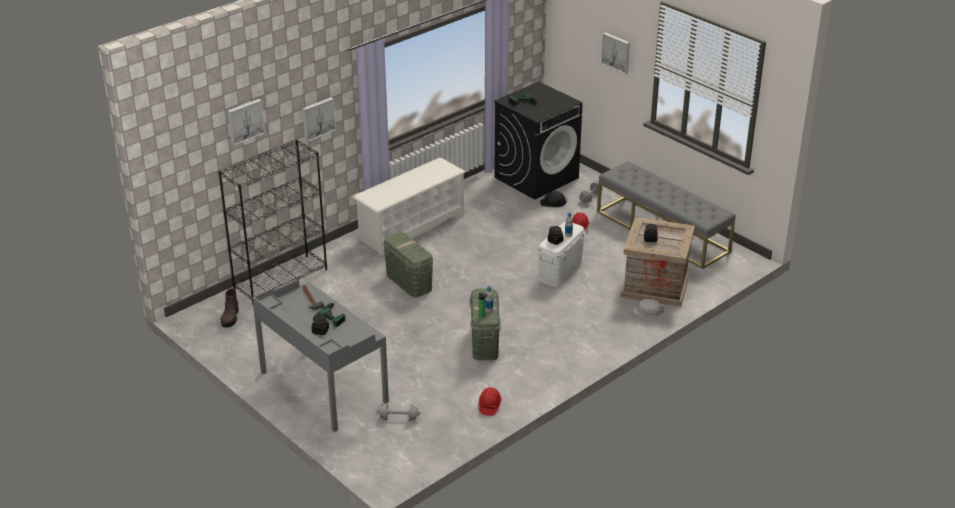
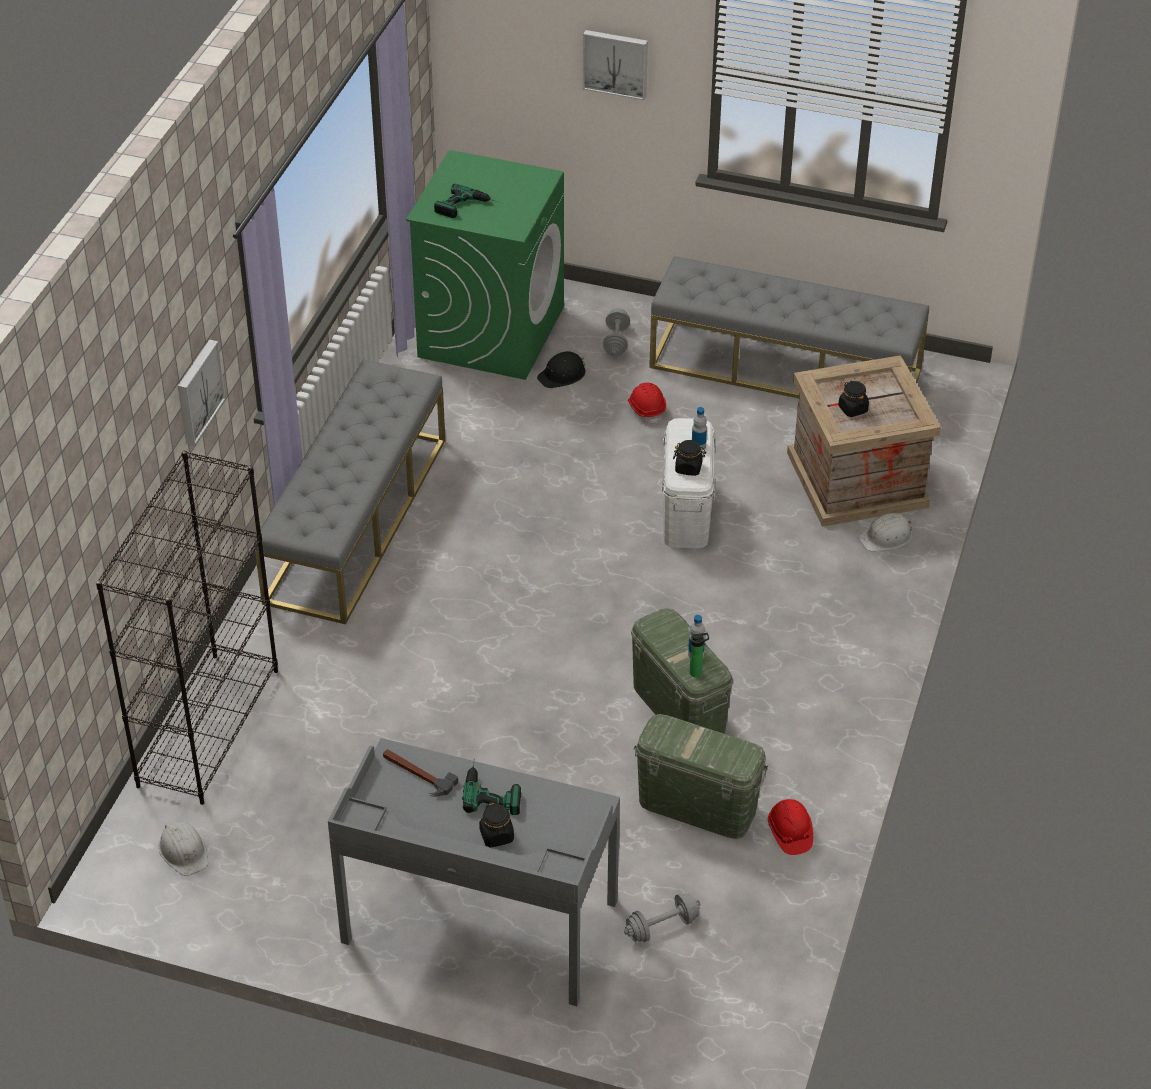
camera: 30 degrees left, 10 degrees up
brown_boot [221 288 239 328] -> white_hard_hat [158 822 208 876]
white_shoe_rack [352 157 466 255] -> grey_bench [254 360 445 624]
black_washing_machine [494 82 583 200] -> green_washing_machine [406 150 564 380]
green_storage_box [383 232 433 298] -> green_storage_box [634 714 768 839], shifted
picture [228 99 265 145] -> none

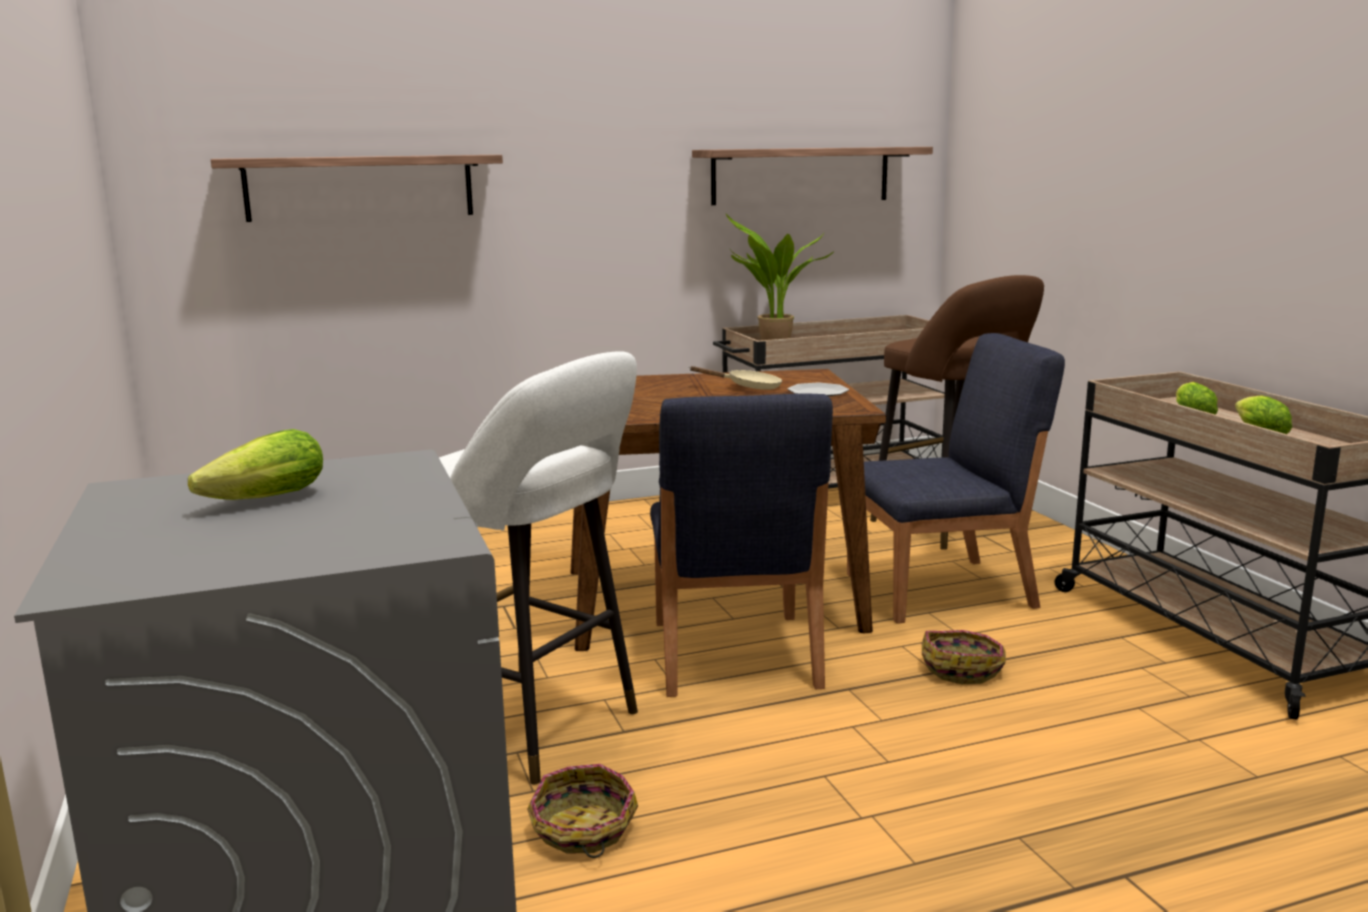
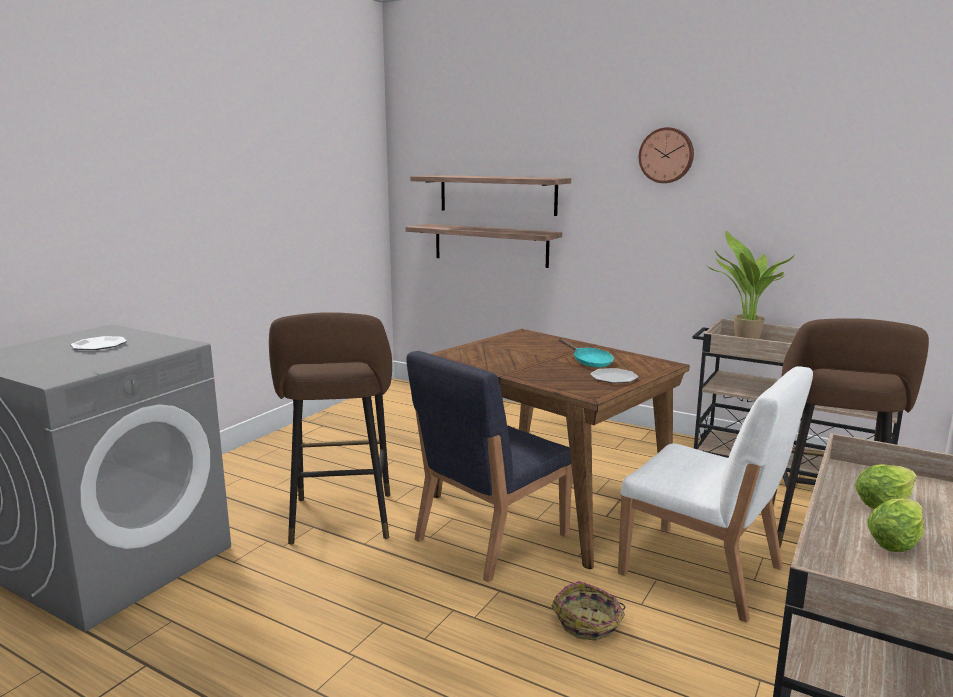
camera: 50 degrees right, 0 degrees up
lettuce [188 429 323 500] -> plate [71 336 127 350]
white_stool [439 351 638 784] -> brown_stool [269 312 392 545]
shelf [692 147 933 205] -> shelf [406 224 562 268], shifted
beige_frying_pan [689 366 782 390] -> turquoise_frying_pan [558 338 614 367]
blue_chair [847 333 1065 624] -> white_chair [618 366 813 623]
none -> wall_clock [639 127 694 183]
basket [527 764 638 858] -> none

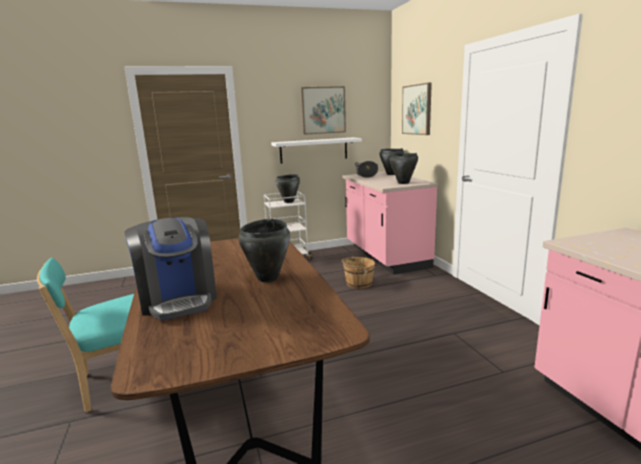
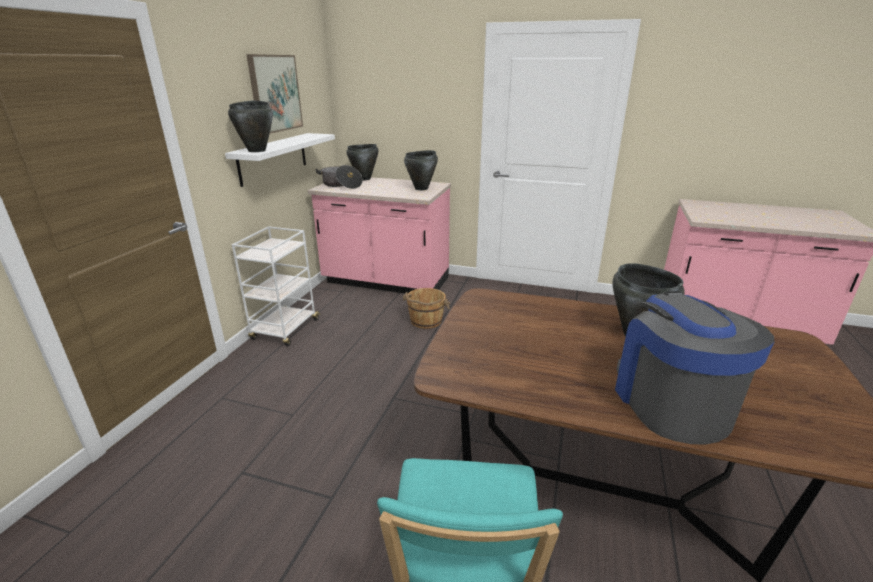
camera: 55 degrees left, 10 degrees up
black_cooking_pot [275 174 300 203] -> black_cooking_pot [228 100 273 152], shifted
coffee_machine [125 217 217 320] -> coffee_machine [615 291 774 445], 105 degrees counterclockwise
picture [402 83 432 135] -> none

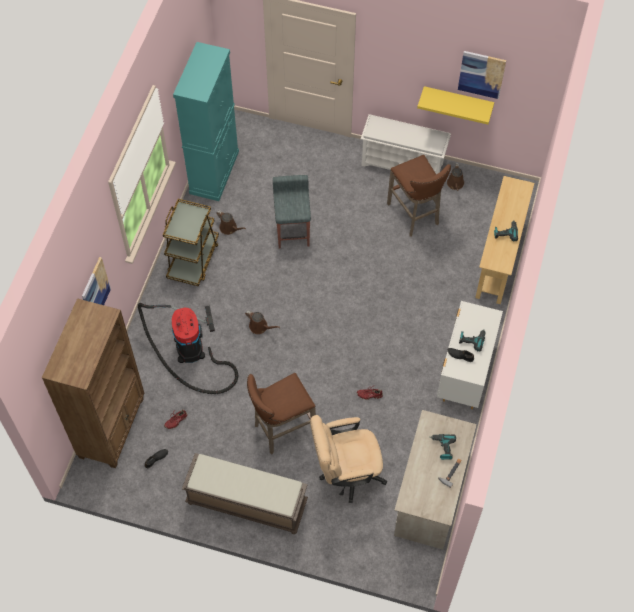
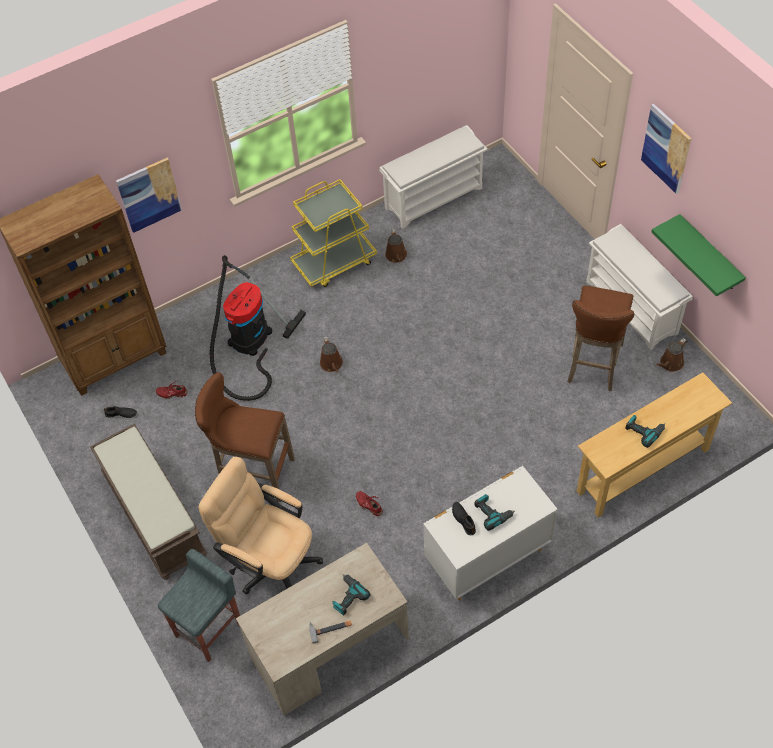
camera: 45 degrees right, 5 degrees down
grey_stool [273 175 311 249] -> grey_stool [158 549 240 662], shifted
brown_cart [163 199 219 286] -> yellow_cart [290 179 377 287]
turquoise_cabinet [173 42 239 201] -> white_shoe_rack [379 125 488 229]
picture [458 51 506 99] -> picture [641 104 691 194], shifted
yellow_shelf [417 86 494 124] -> green_shelf [651 214 746 297]

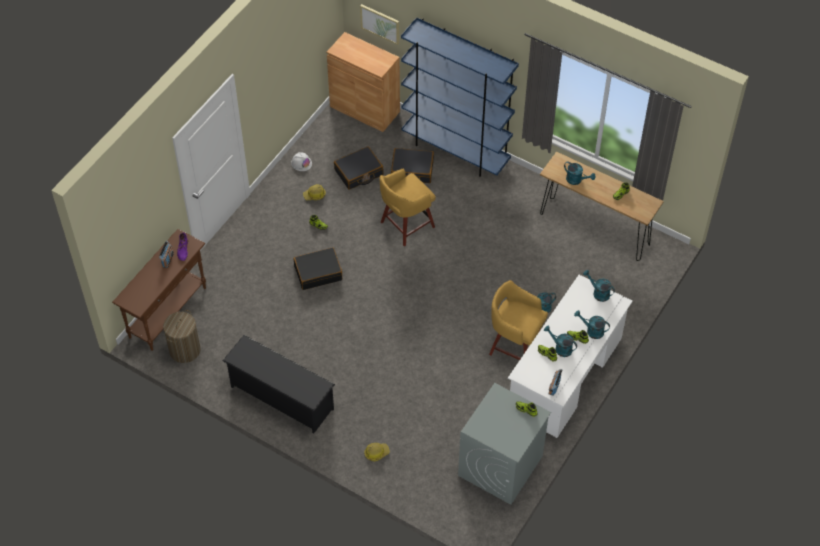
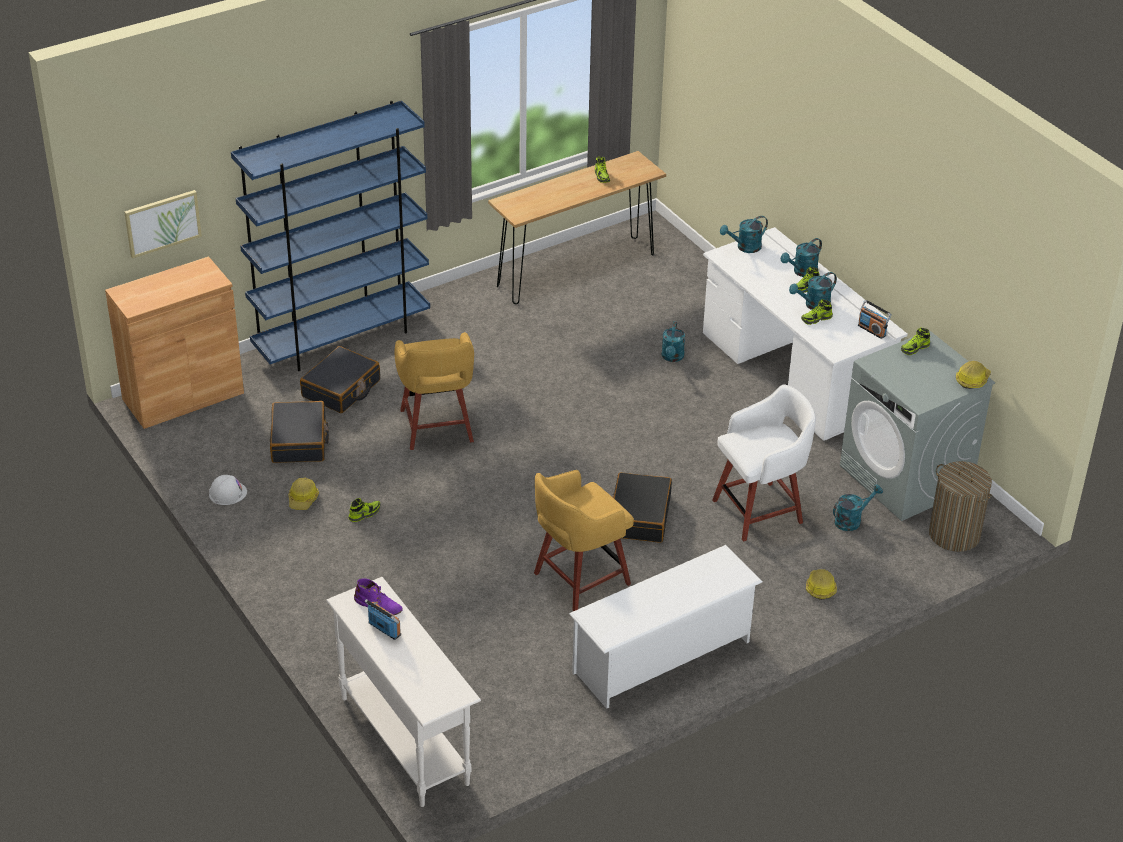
camera: 65 degrees left, 15 degrees down
brown_console_table [112 229 206 351] -> white_console_table [326 577 481 807]
yellow_stool [489 280 548 360] -> yellow_stool [534 470 634 611], shifted
black_shoe_rack [223 335 335 433] -> white_shoe_rack [569 545 763 709]
black_suitcase [293 247 342 290] -> black_suitcase [612 472 672 543], shifted
none -> white_stool [712 384 816 541]
turquoise_watering_can [564 162 596 185] -> turquoise_watering_can [833 484 883 531], shifted
laundry_basket [163 310 201 363] -> laundry_basket [929 461 992 552], shifted
none -> hard_hat [956 361 991 389]

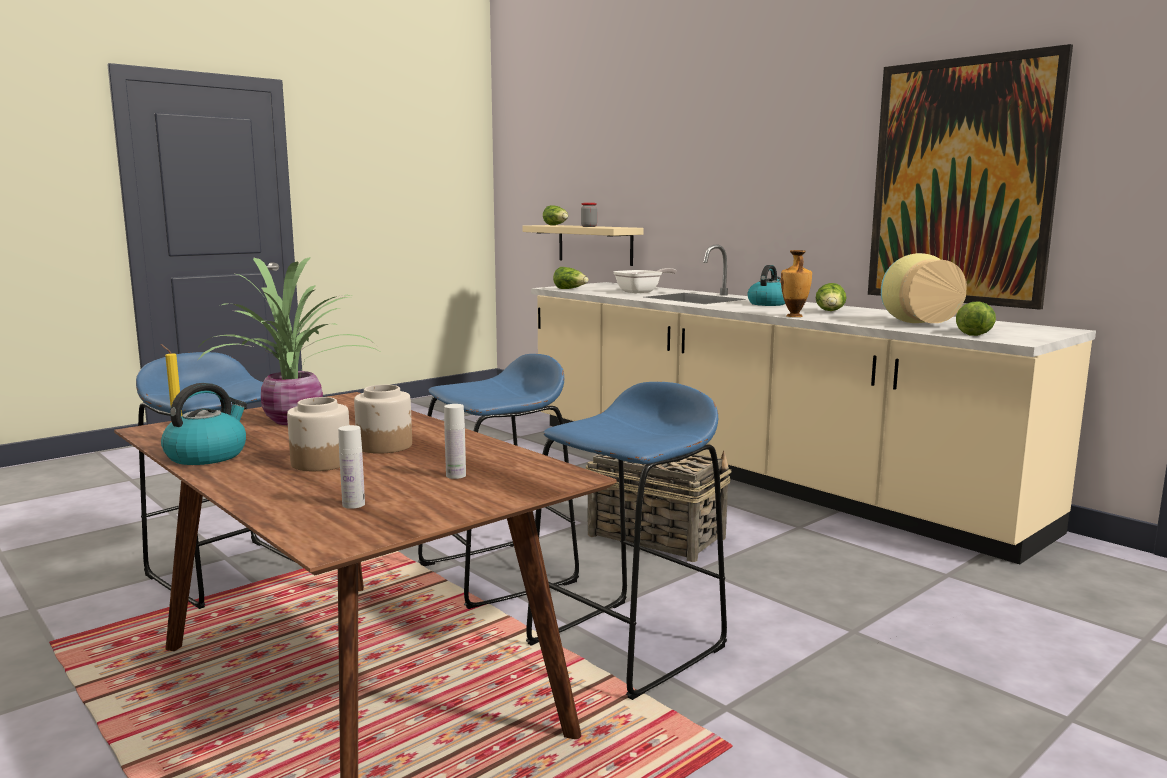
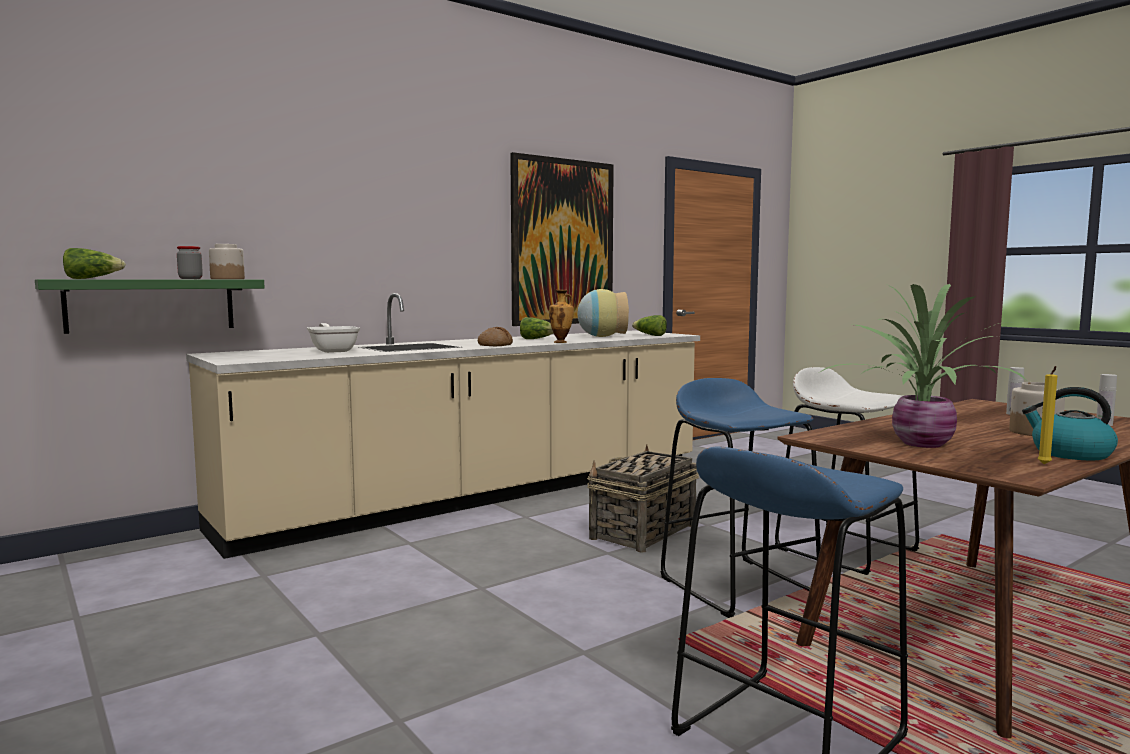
camera: 85 degrees left, 5 degrees down
beige_shelf [522 225 644 266] -> green_shelf [35 279 265 334]
jar [354 385 412 454] -> jar [209 244 245 279], shifted
none -> bread [478 327 513 346]
blue_stool [526 382 727 700] -> white_stool [775 367 919 575]
lettuce [553 267 589 289] -> none
kettle [748 265 785 306] -> none

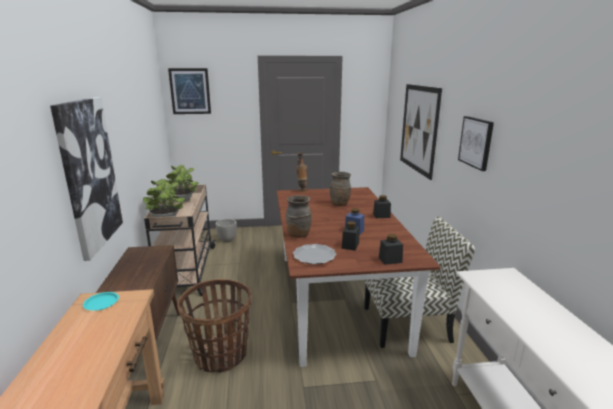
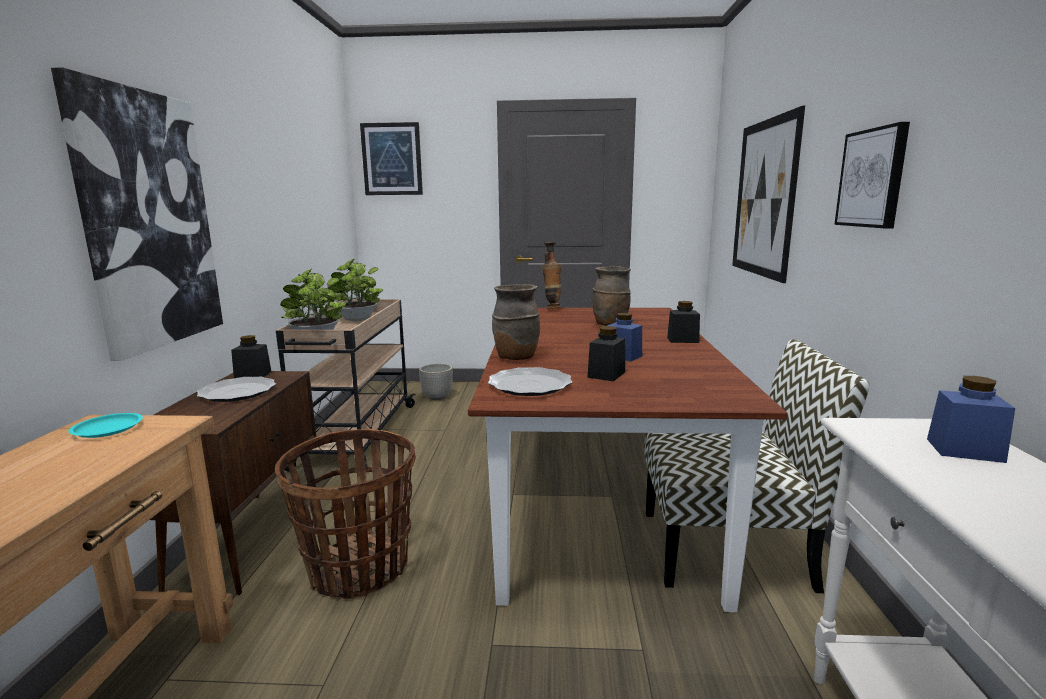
camera: 10 degrees right, 5 degrees down
none -> plate [197 377 276 402]
black_jar [379 234 403 265] -> black_jar [231 335 272 378], shifted
none -> blue_jar [927 376 1015 463]

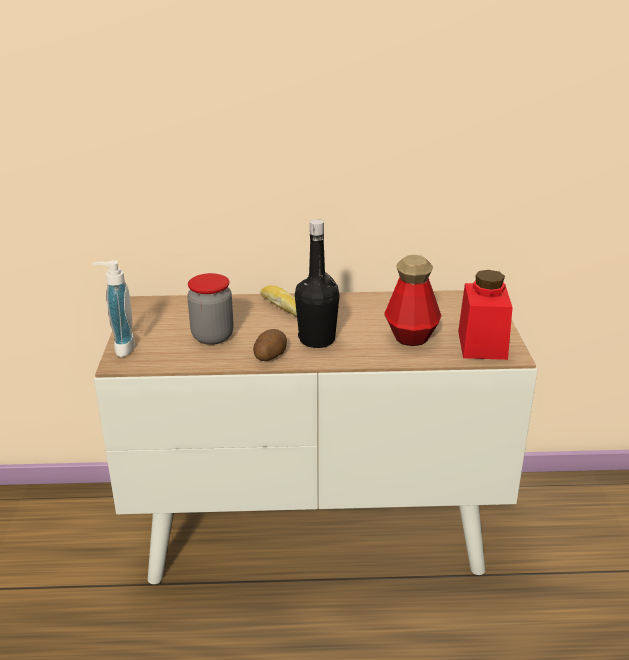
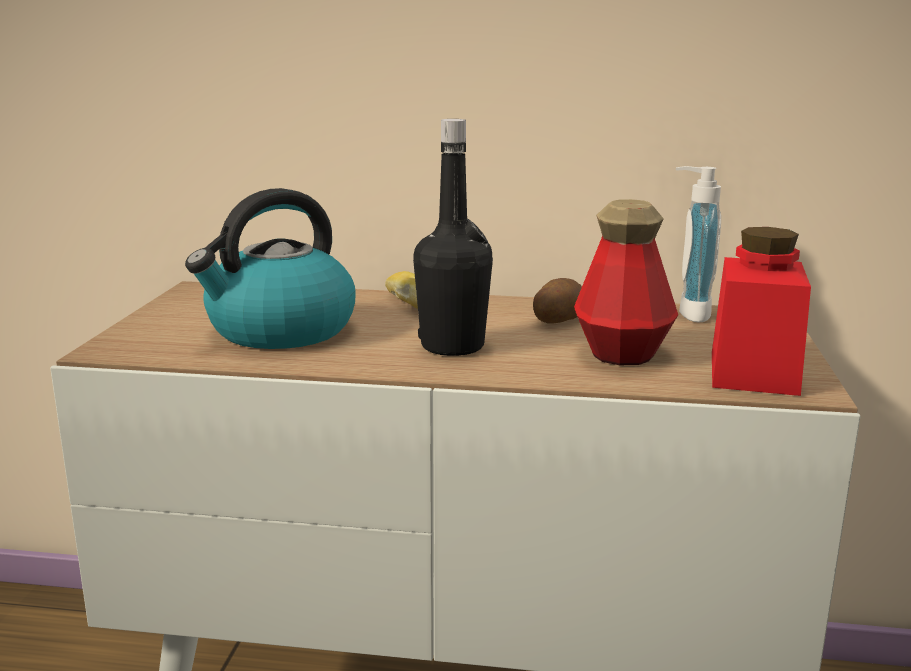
camera: 10 degrees right, 10 degrees down
jar [187 273 234 345] -> kettle [185 188 356 349]
potato [253 329 287 361] -> potato [533 278 582 324], shifted
soap_dispenser [92 260 135 357] -> soap_dispenser [676 166 721 322], shifted

